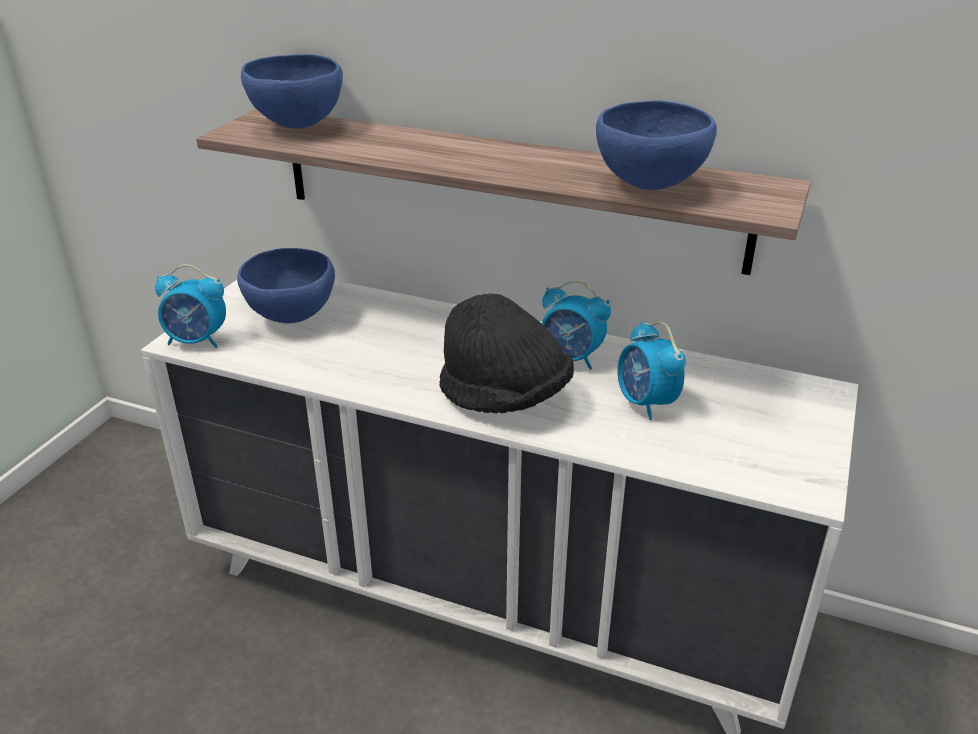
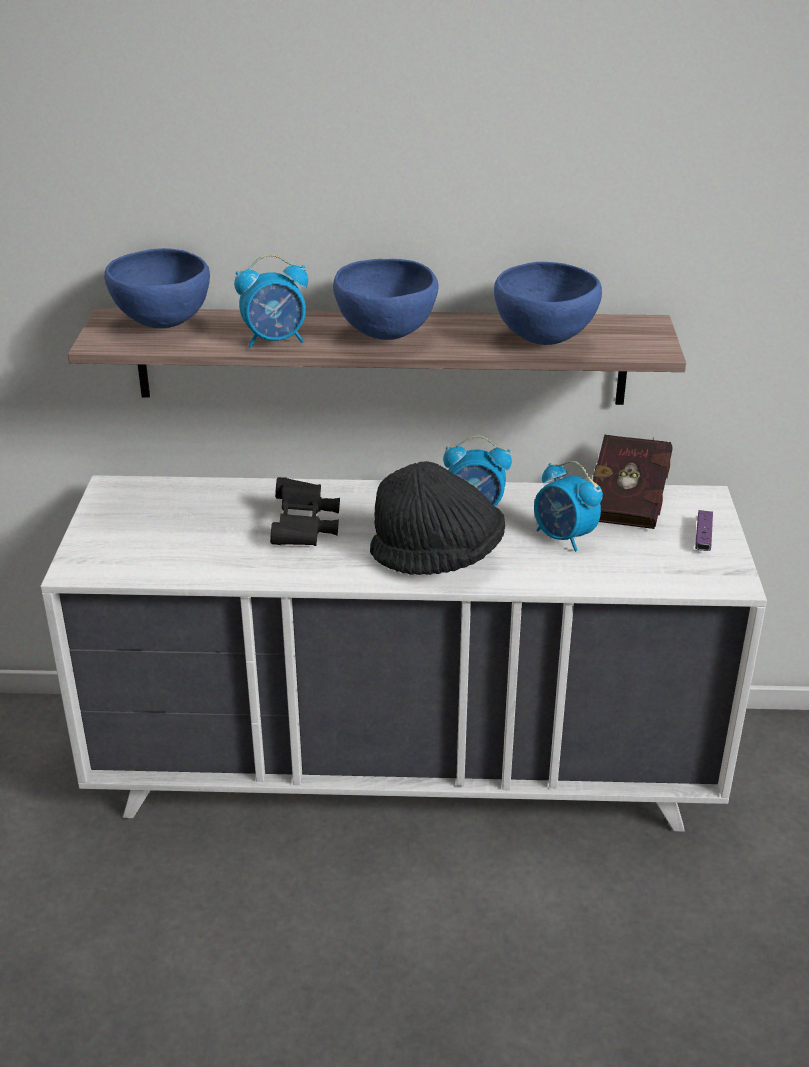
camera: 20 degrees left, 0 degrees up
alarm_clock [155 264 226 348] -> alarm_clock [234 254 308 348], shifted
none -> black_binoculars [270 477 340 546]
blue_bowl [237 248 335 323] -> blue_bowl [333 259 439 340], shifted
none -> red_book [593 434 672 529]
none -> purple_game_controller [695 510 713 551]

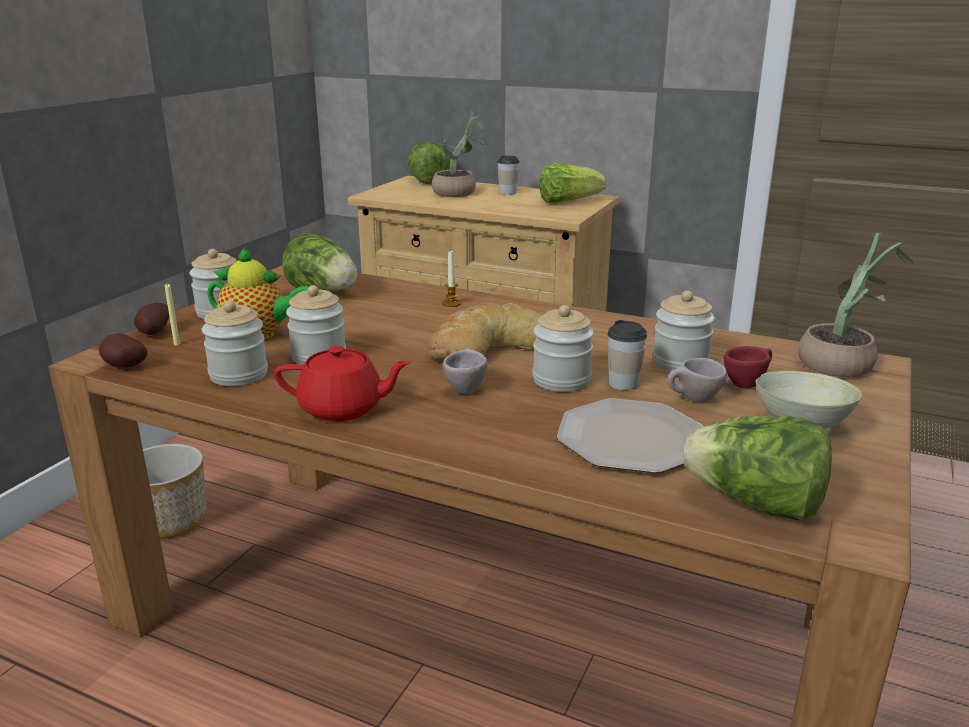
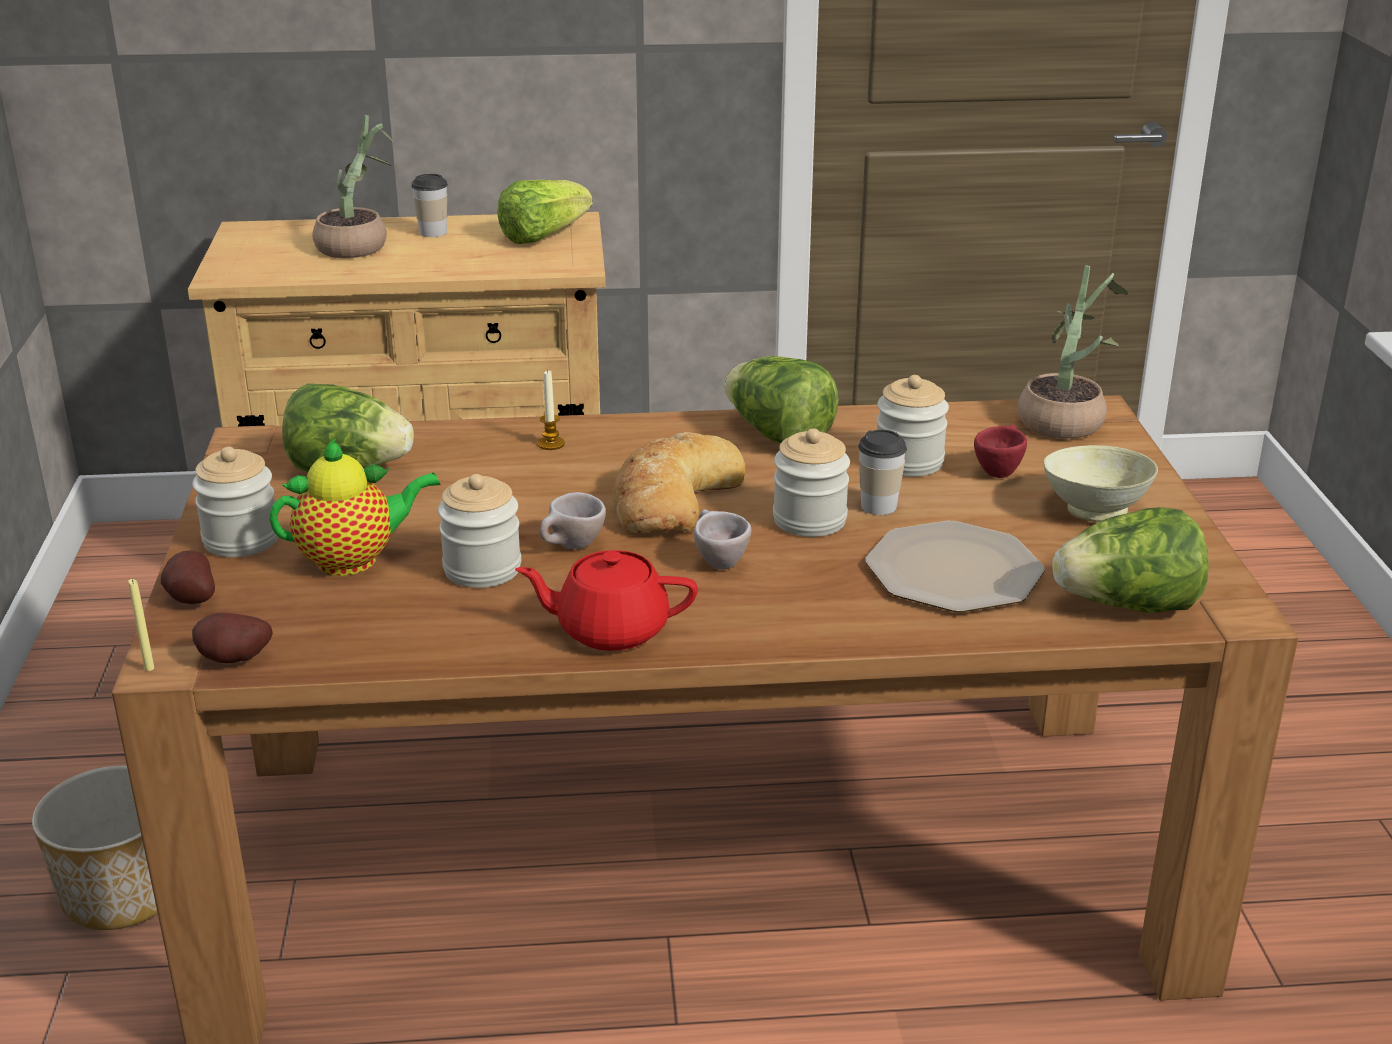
camera: 30 degrees left, 5 degrees up
yellow_candle [165 284 180 346] -> yellow_candle [128 579 154 671], shifted
red_teapot [274 346 411 422] -> red_teapot [515 550 698 651], 150 degrees counterclockwise
beige_cup [667 358 727 402] -> beige_cup [540 492 606 549], shifted
lettuce [408 142 451 184] -> lettuce [724 356 839 443], shifted
jar [202 301 268 386] -> none

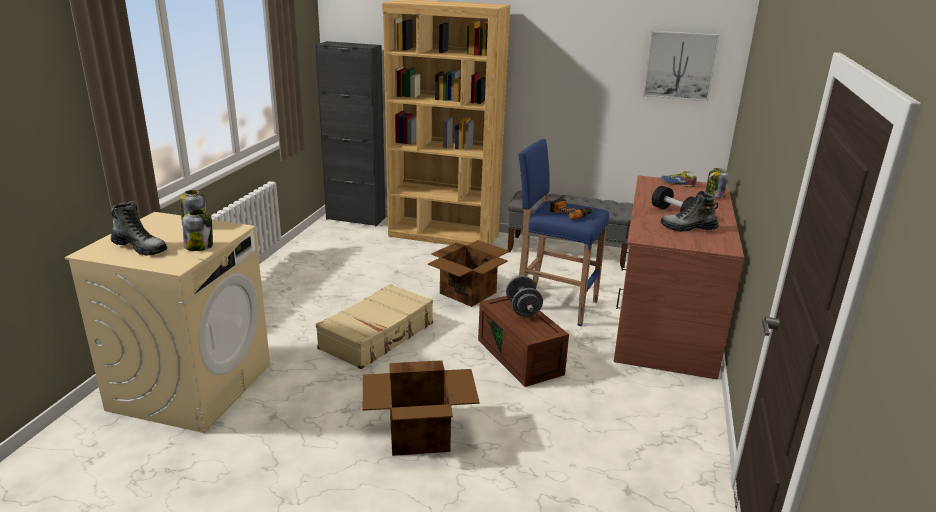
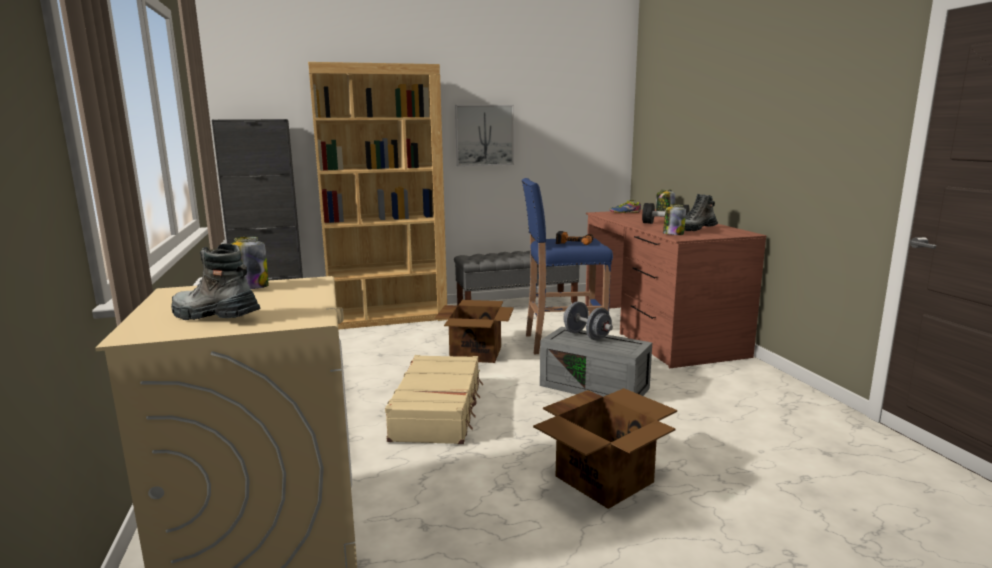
camera: 30 degrees left, 10 degrees down
boot [111 201 167 256] -> boot [171 244 260 321], 150 degrees counterclockwise
picture [643 31 719 101] -> picture [455 105 514 166], shifted
brown_storage_box [478 296 569 387] -> grey_storage_box [540 327 652 397]
jar [183 210 213 251] -> jar [663 204 686 235], shifted

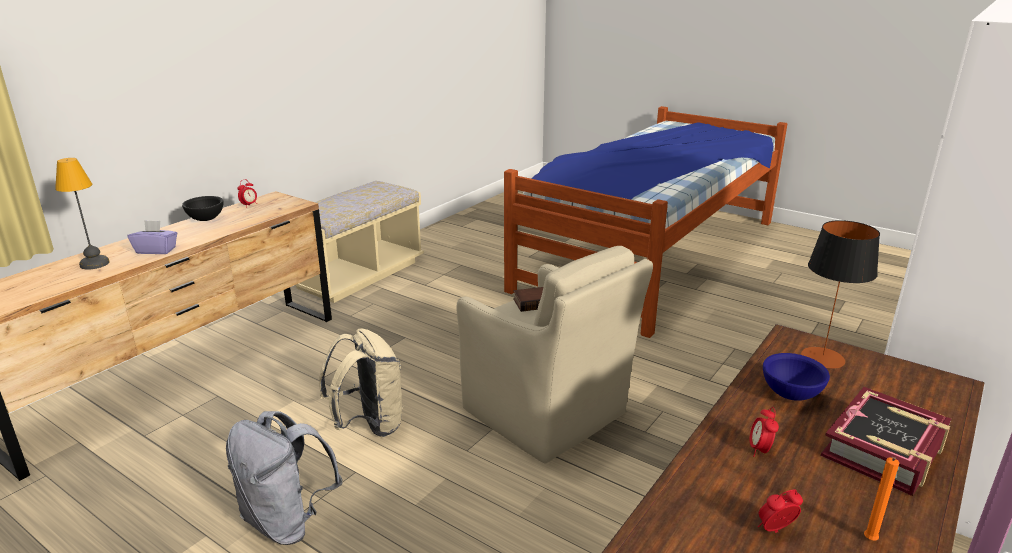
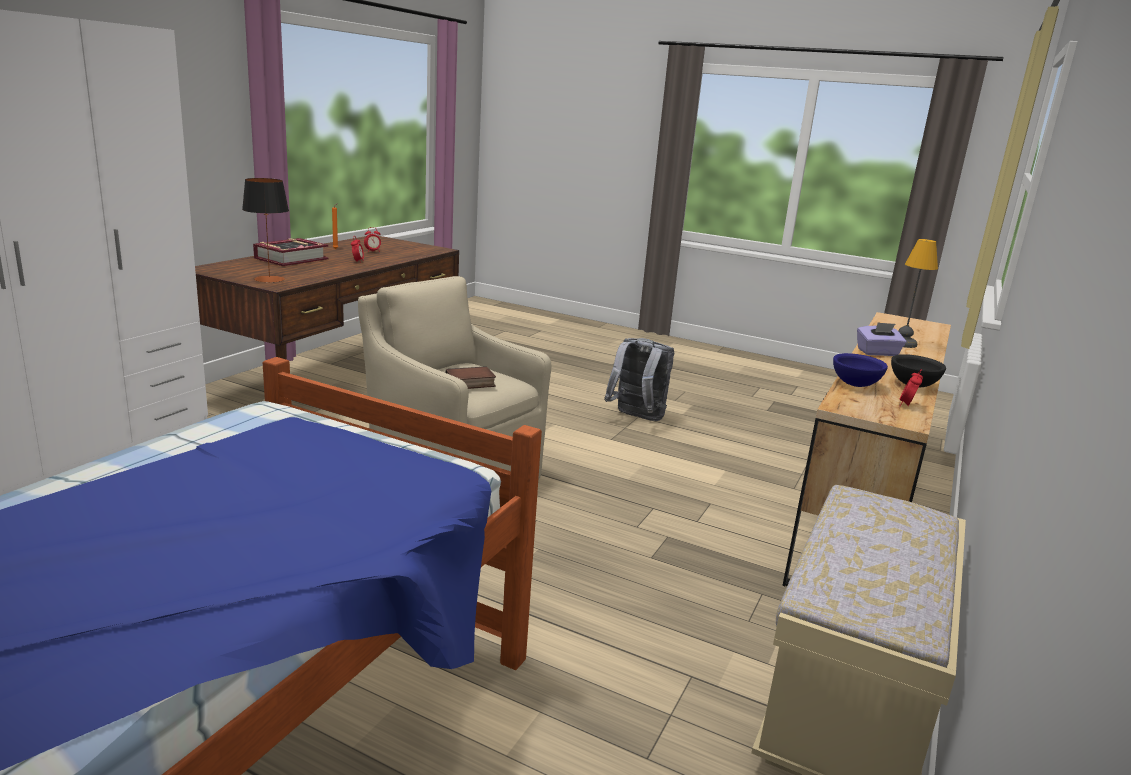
camera: 170 degrees right, 5 degrees down
blue_bowl [763 353 830 401] -> blue_bowl [833 353 888 387], shifted
beige_backpack [319 329 404 437] -> none

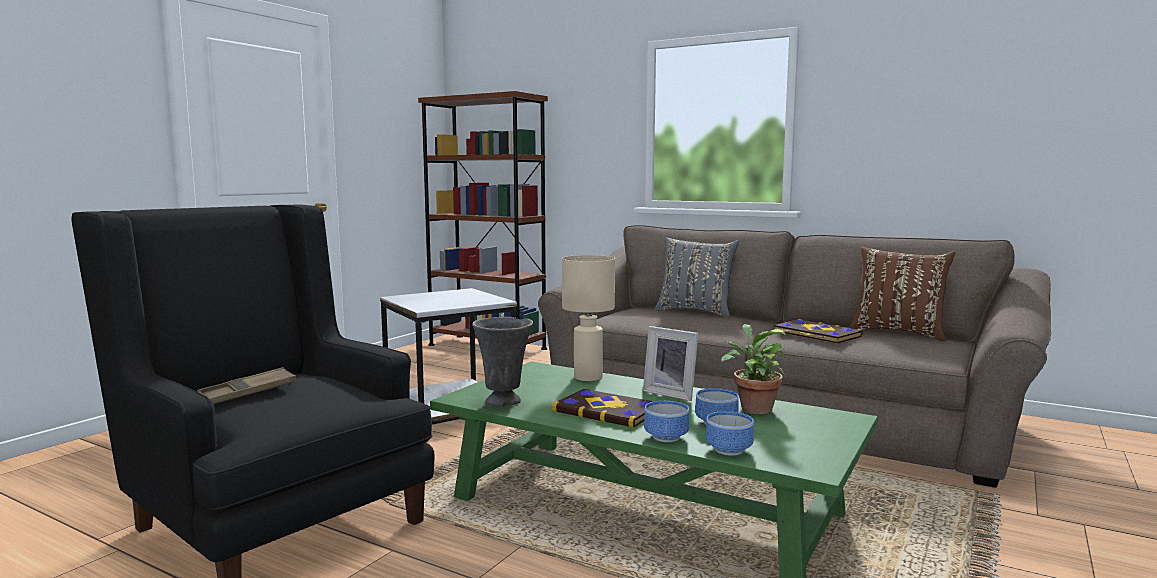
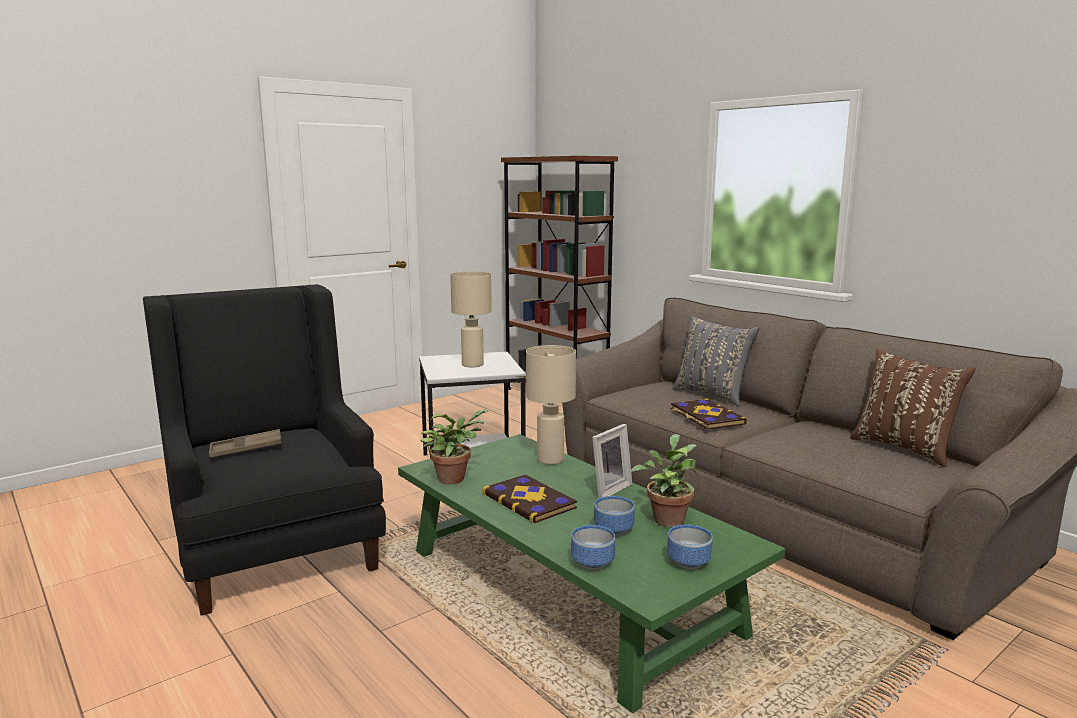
camera: 20 degrees right, 5 degrees up
grey_vase [472 317 533 407] -> potted_plant [420 409 489 484]
none -> beige_table_lamp [450 271 492 367]
picture_frame [643 326 698 401] -> picture_frame [592 424 632 498], 105 degrees counterclockwise
bowl [644 401 689 442] -> bowl [667 525 713 569], shifted
book [774 319 863 344] -> book [671 398 747 430], shifted

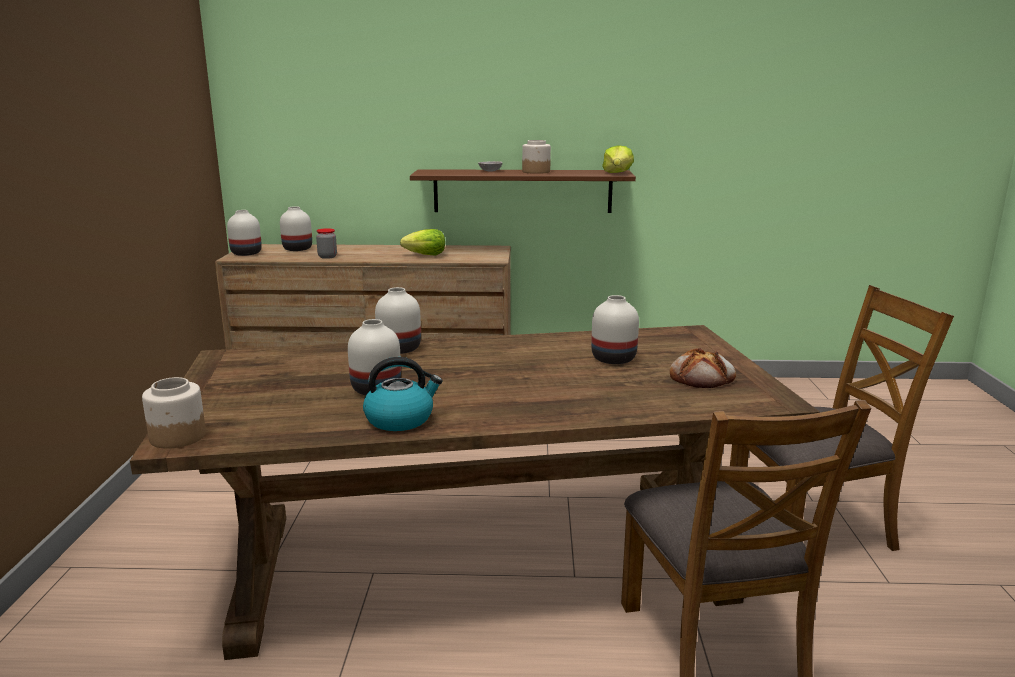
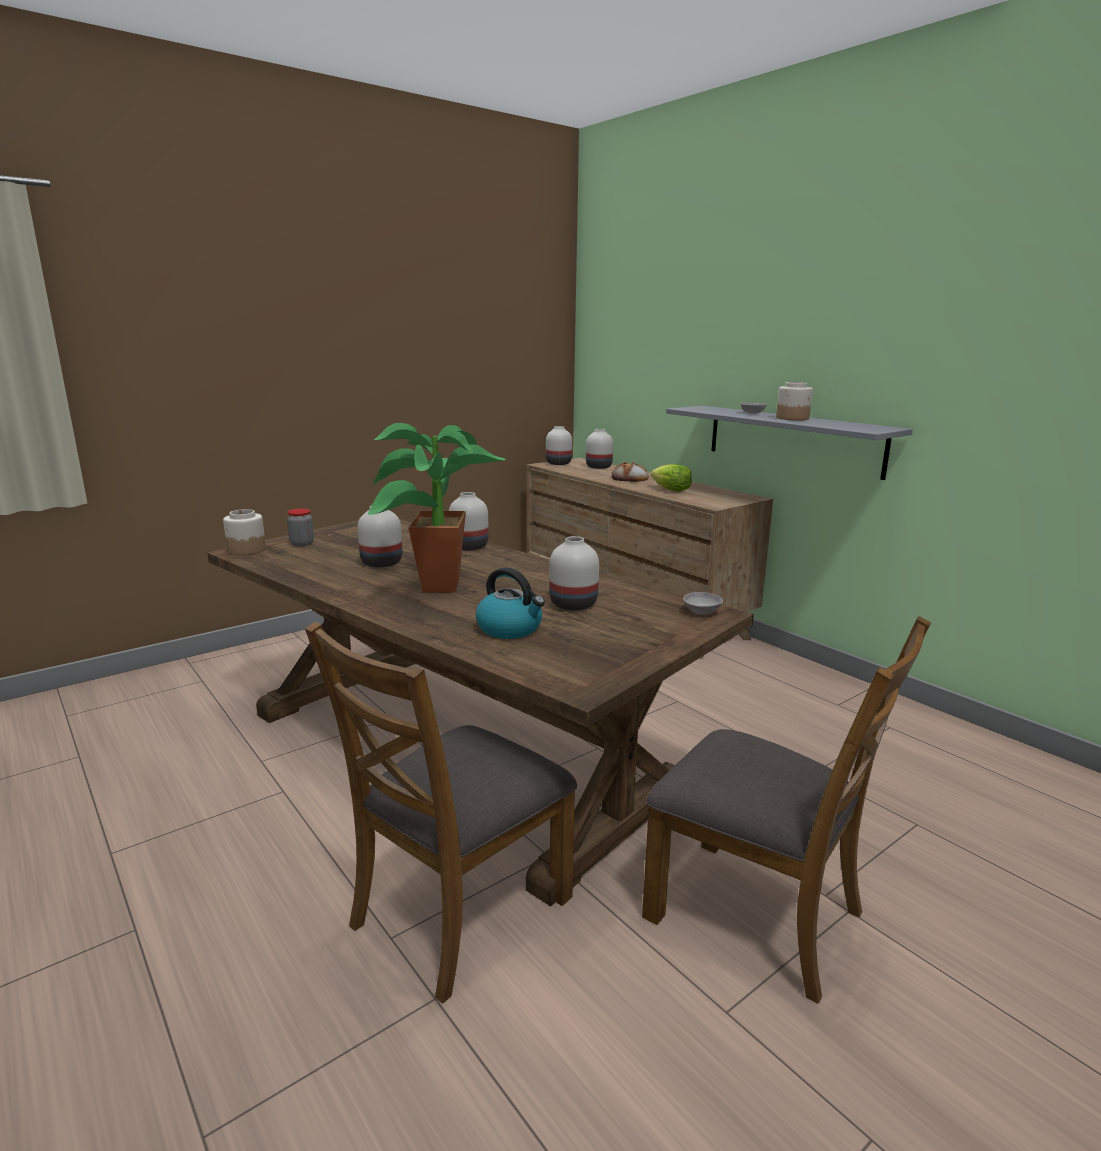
camera: 50 degrees right, 0 degrees up
jar [316 228 337 259] -> jar [287 509 314 546], shifted
none -> potted_plant [368 423 506 593]
kettle [363 357 442 431] -> kettle [476 567 545 639], shifted
bread [670 348 736 388] -> bread [612 462 649 482], shifted
brown_shelf [410 169 636 213] -> grey_shelf [666 406 913 480]
none -> grey_bowl [683 592 723 614]
lettuce [602 145 634 173] -> none

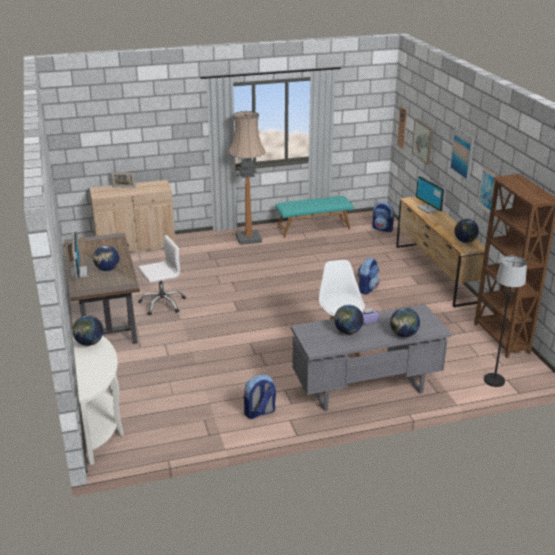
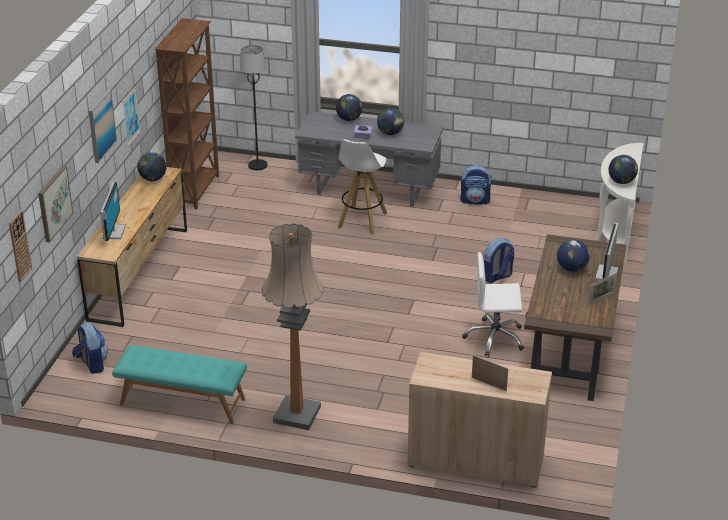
camera: 150 degrees left, 5 degrees up
backpack [358 258 379 295] -> backpack [483 238 514 283], shifted

